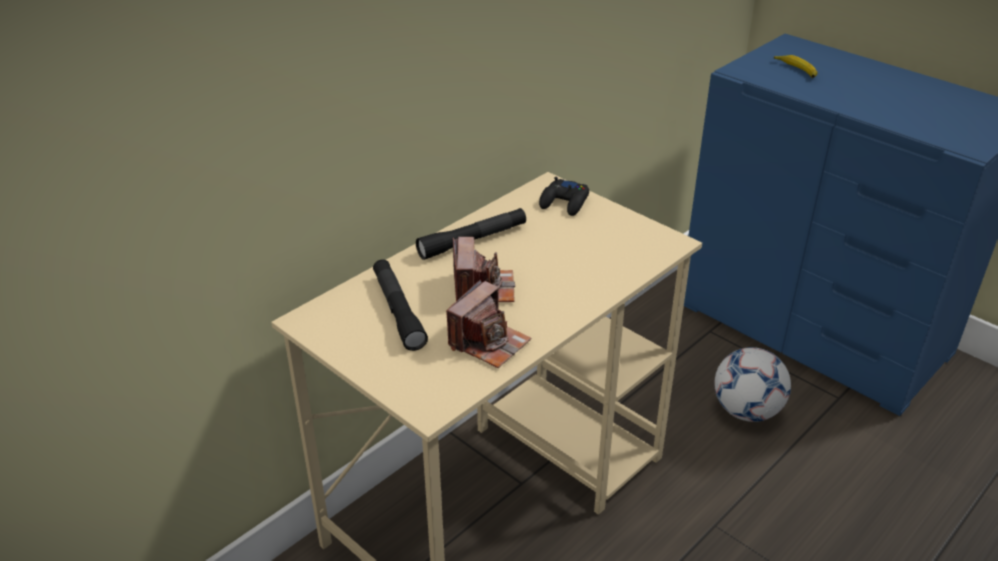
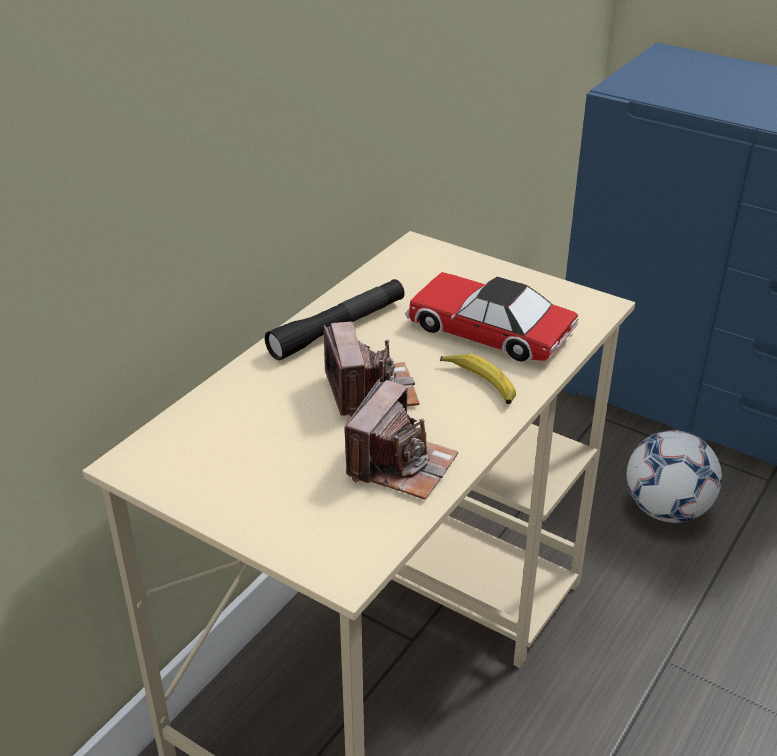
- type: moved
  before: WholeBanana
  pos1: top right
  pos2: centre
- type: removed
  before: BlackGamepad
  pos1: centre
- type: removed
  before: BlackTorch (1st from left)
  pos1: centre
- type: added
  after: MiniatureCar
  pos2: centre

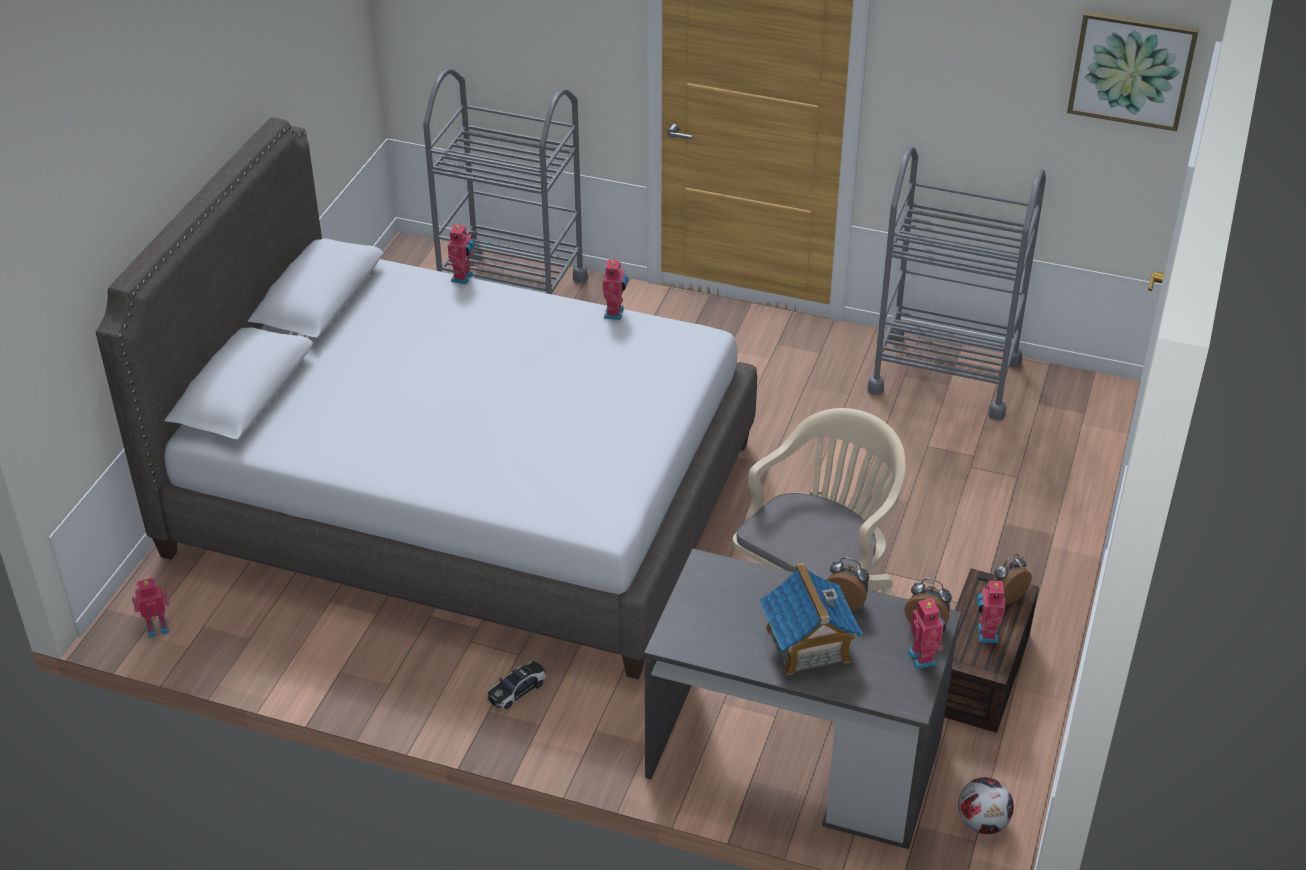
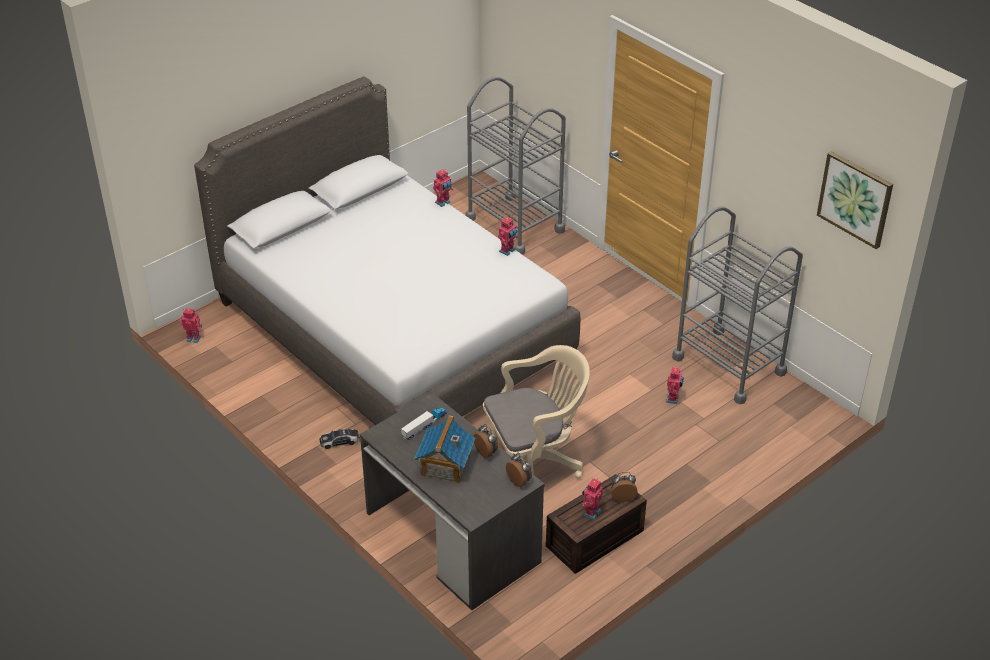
- type: moved
  before: ModelRobot (4th from left in the first image)
  after: ModelRobot (5th from left)
  pos1: bottom right
  pos2: middle right
- type: removed
  before: Football
  pos1: bottom right
- type: added
  after: ToyTruck
  pos2: centre

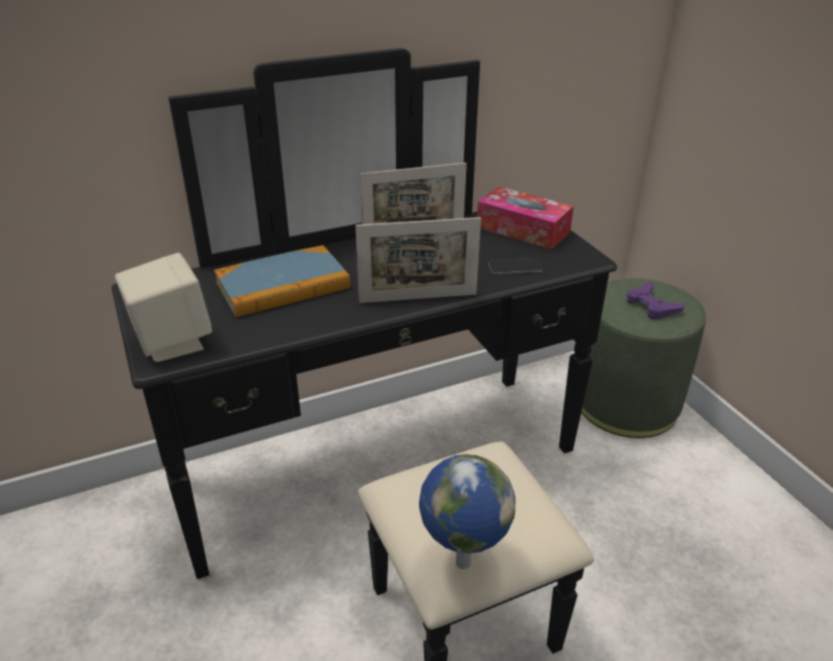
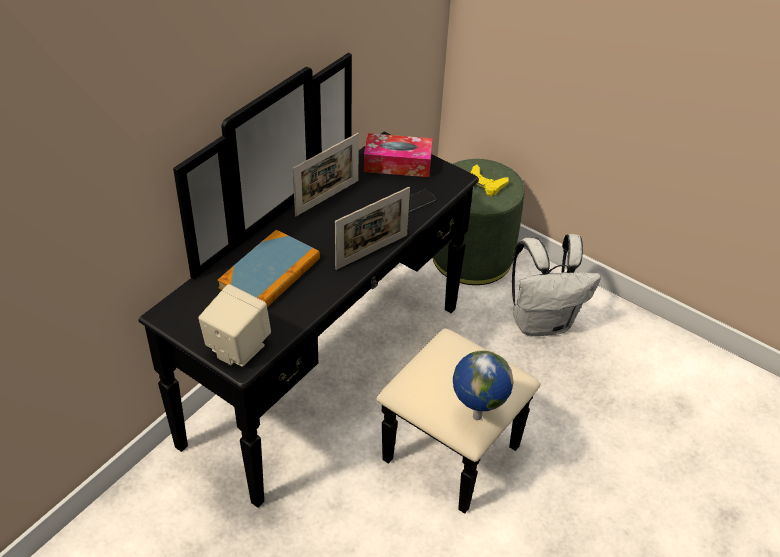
- type: recoloured
  before: PurpleGamepad
  after: YellowishGamepad
  pos1: middle right
  pos2: top centre
- type: added
  after: WhitishKnapsack
  pos2: middle right

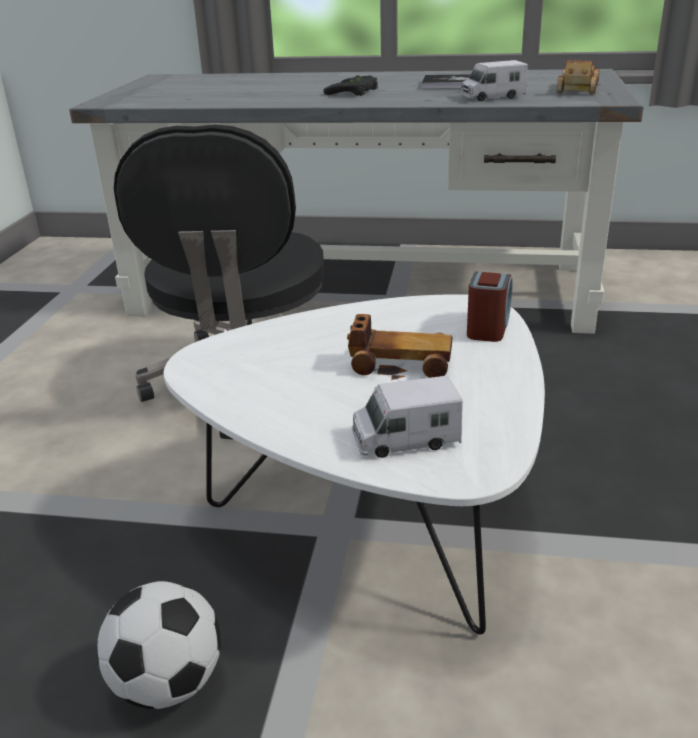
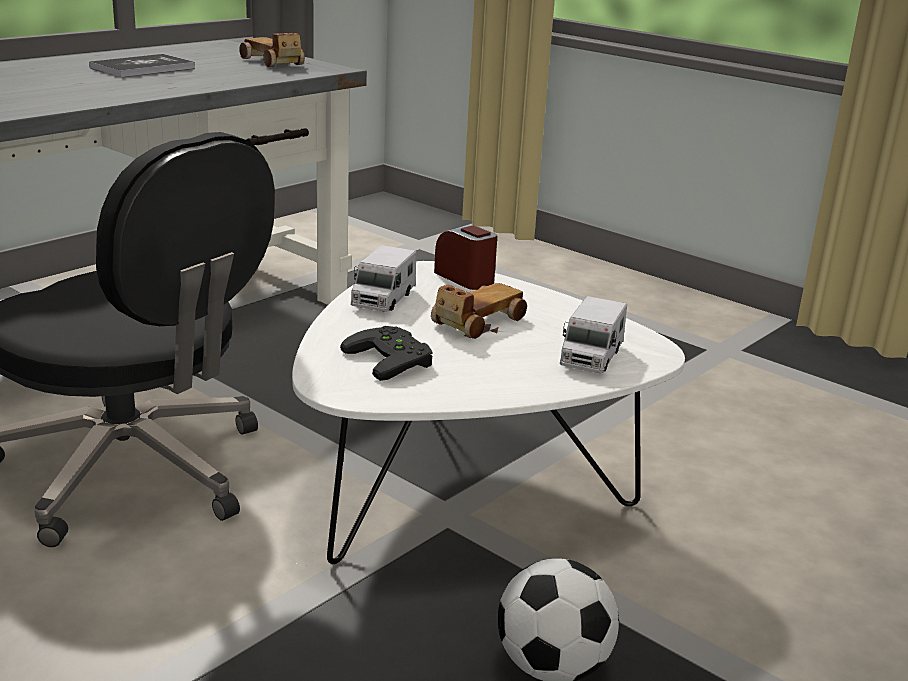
- type: moved
  before: ToyTruck (2nd from left in the first image)
  after: ToyTruck (1st from left)
  pos1: top right
  pos2: centre
- type: moved
  before: BlackGamepad
  pos1: top centre
  pos2: centre

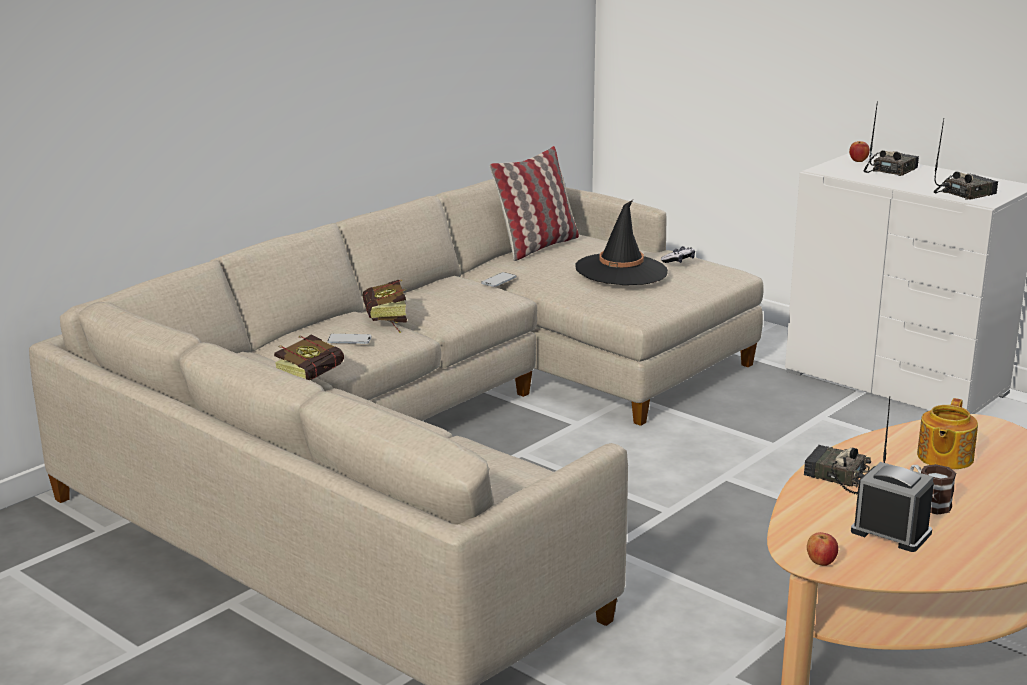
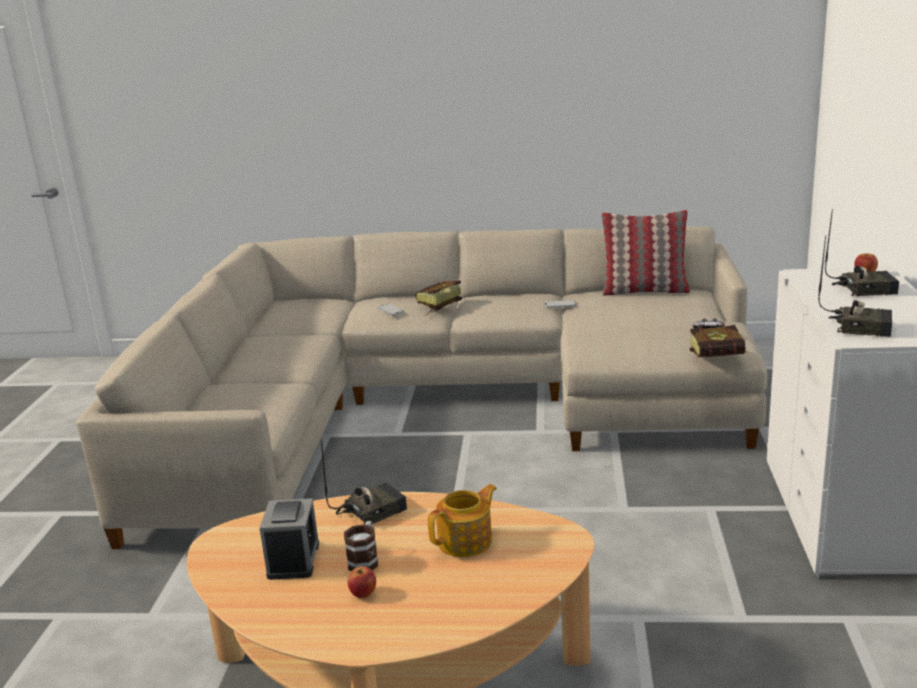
- type: removed
  before: BlackClothingHat
  pos1: centre
- type: moved
  before: Volume (1st from left in the first image)
  after: Volume (2nd from left)
  pos1: middle left
  pos2: middle right
- type: turned
  before: Radio (1st from left)
  pos1: middle right
  pos2: bottom centre
  turn: 60
- type: turned
  before: PotForTea
  pos1: middle right
  pos2: bottom centre
  turn: 150
- type: moved
  before: WholeApple (1st from left)
  pos1: bottom right
  pos2: bottom centre

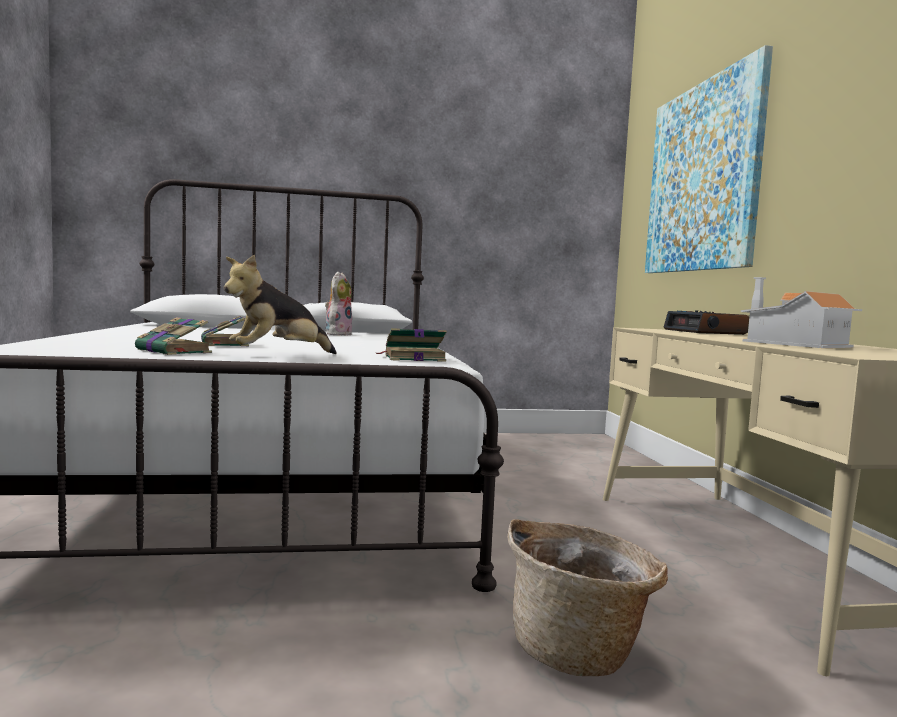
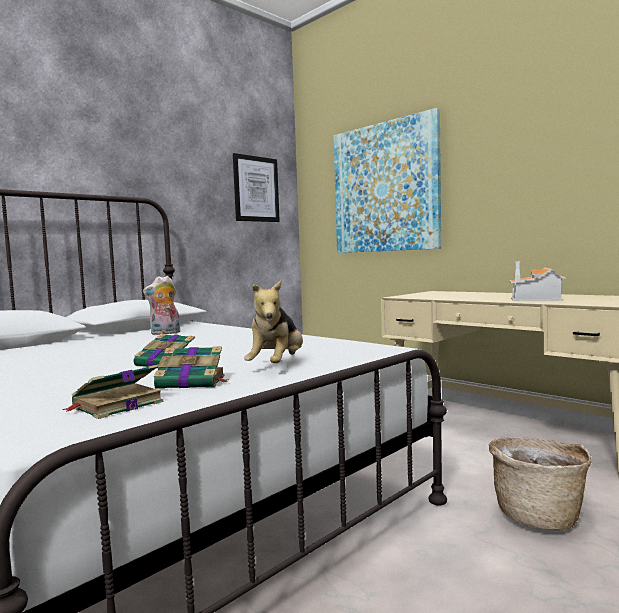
- type: turned
  before: PlushToy (2nd from left in the first image)
  pos1: centre
  pos2: middle left
  turn: -105
- type: removed
  before: AlarmClock
  pos1: middle right
- type: moved
  before: Volume (3rd from left in the first image)
  after: Volume (1st from left)
  pos1: centre
  pos2: middle left
- type: added
  after: Picture (1st from left)
  pos2: top centre

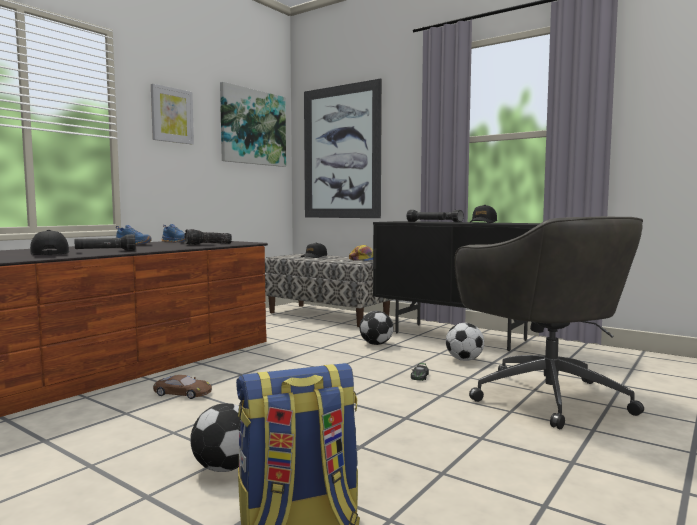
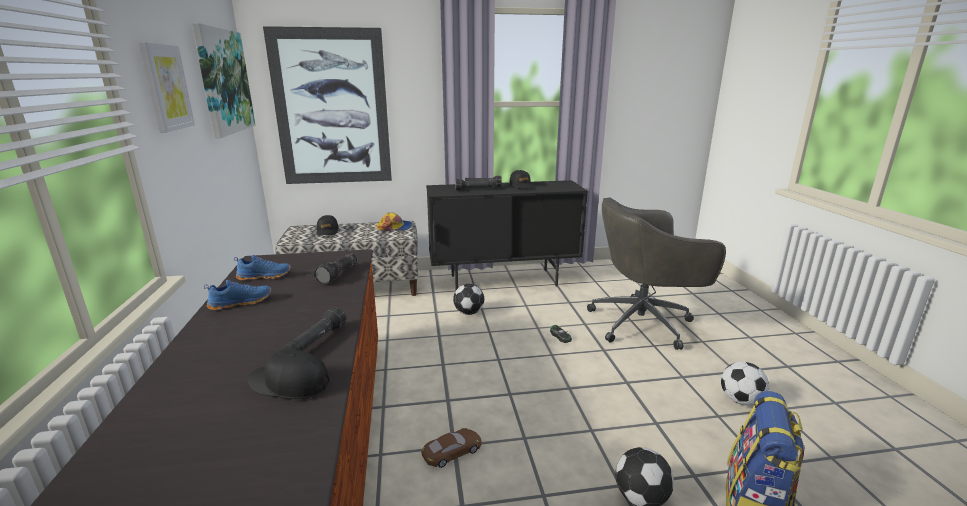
- type: turned
  before: GreyDeskChair
  pos1: middle right
  pos2: middle right
  turn: 150
- type: moved
  before: Football (3rd from left)
  pos1: middle right
  pos2: bottom right

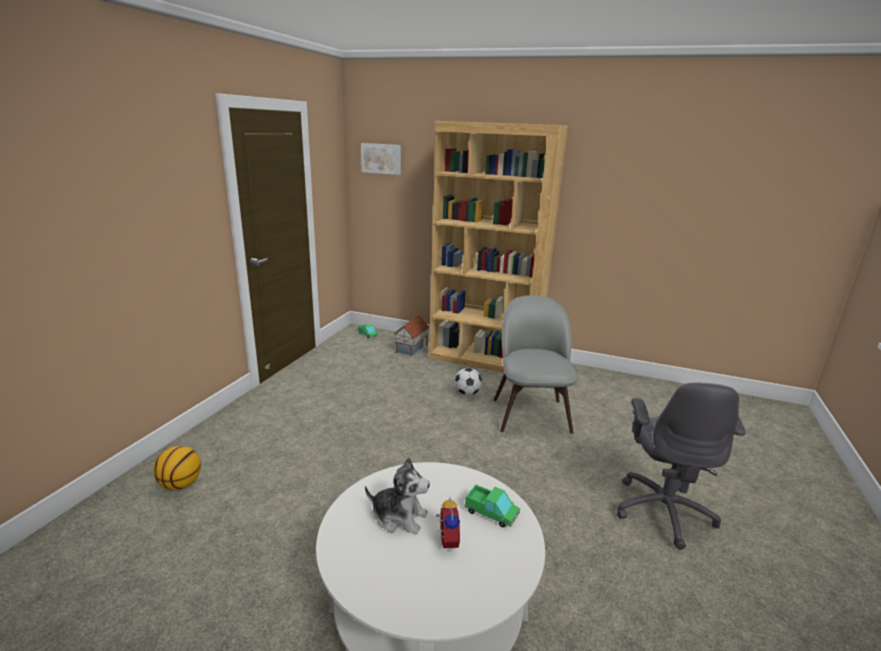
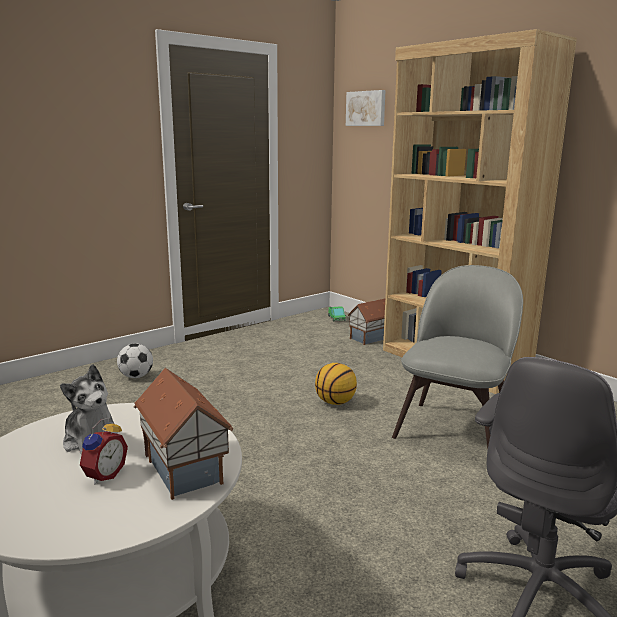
- type: moved
  before: Football
  pos1: centre
  pos2: middle left
- type: moved
  before: Basketball
  pos1: bottom left
  pos2: centre
- type: replaced
  before: ToyTruck (2nd from left)
  after: ToyHouse (1st from left)
  pos1: bottom centre
  pos2: bottom left

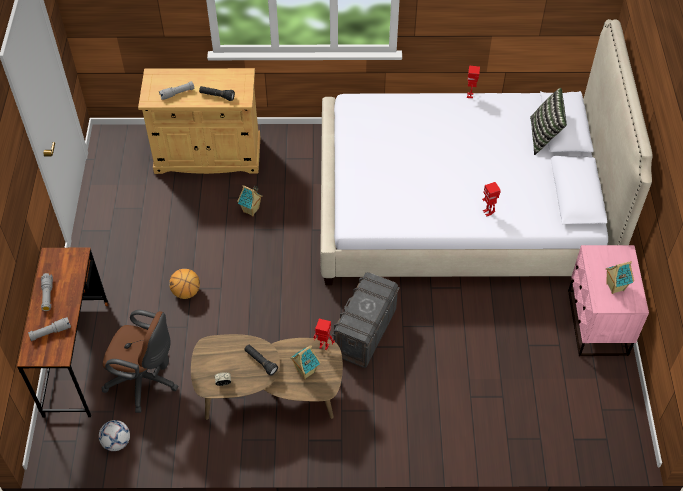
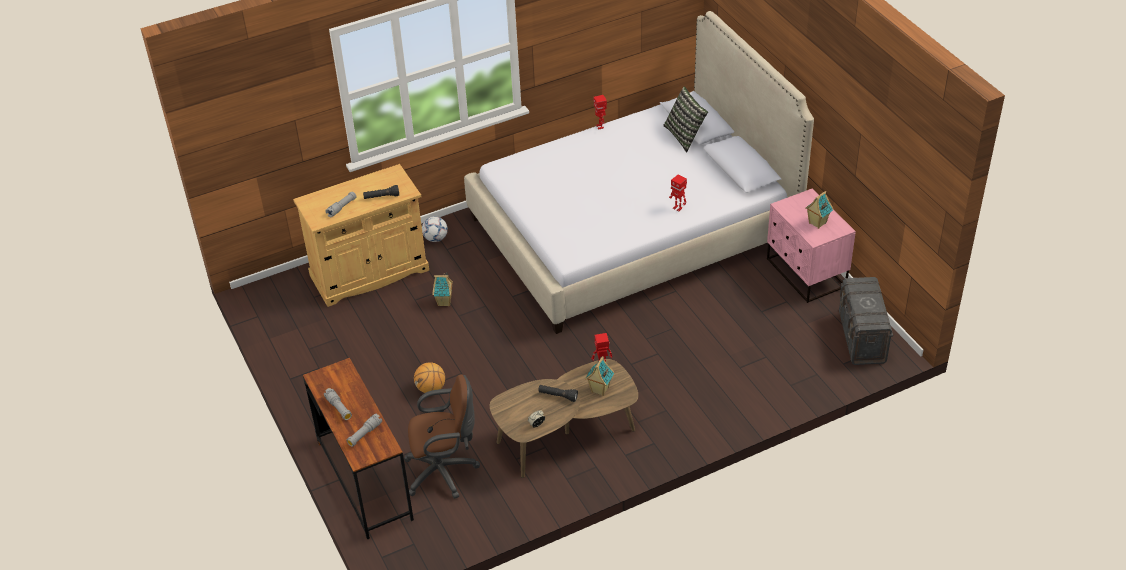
- type: moved
  before: GreyStorageContainer
  pos1: centre
  pos2: middle right
- type: moved
  before: Football
  pos1: bottom left
  pos2: centre

